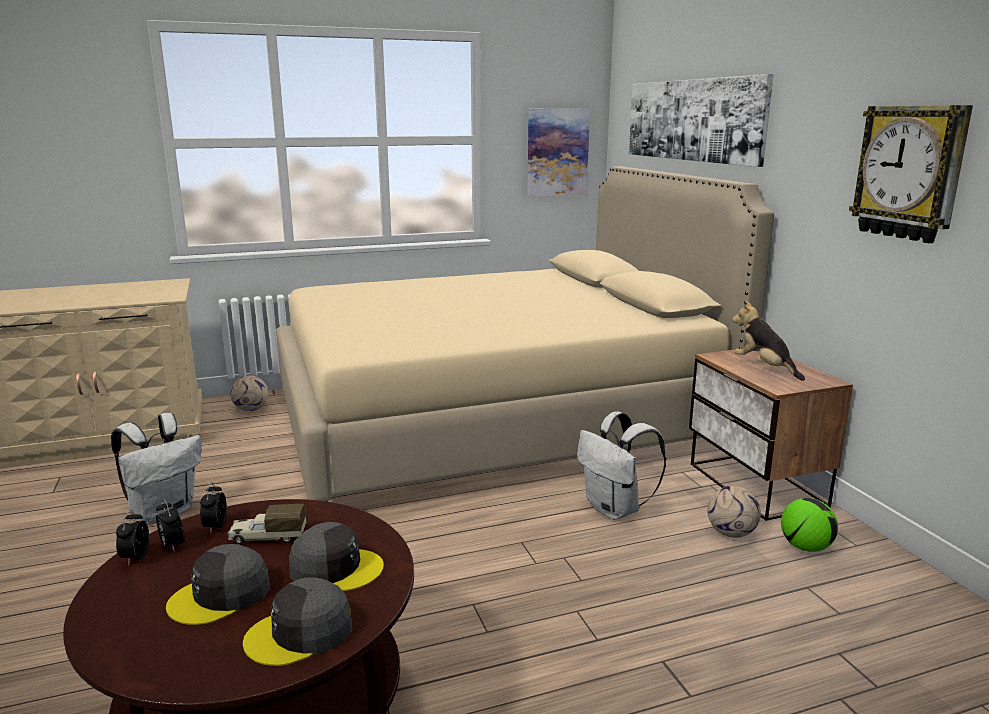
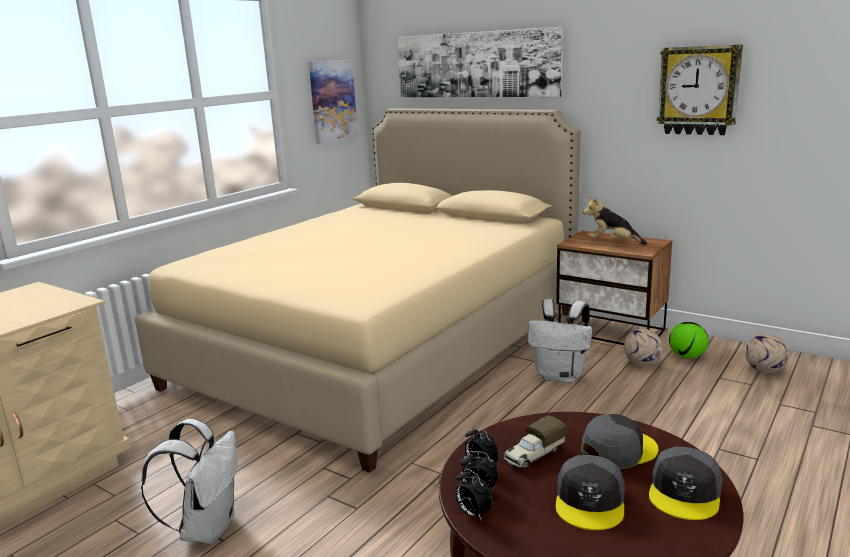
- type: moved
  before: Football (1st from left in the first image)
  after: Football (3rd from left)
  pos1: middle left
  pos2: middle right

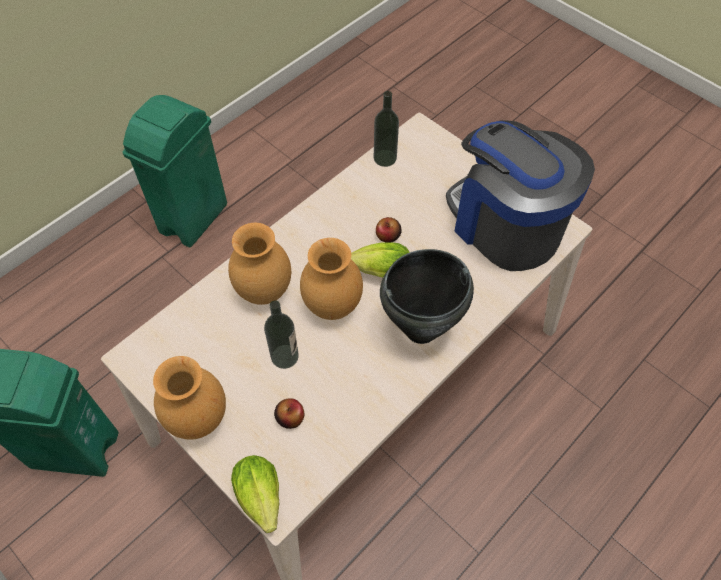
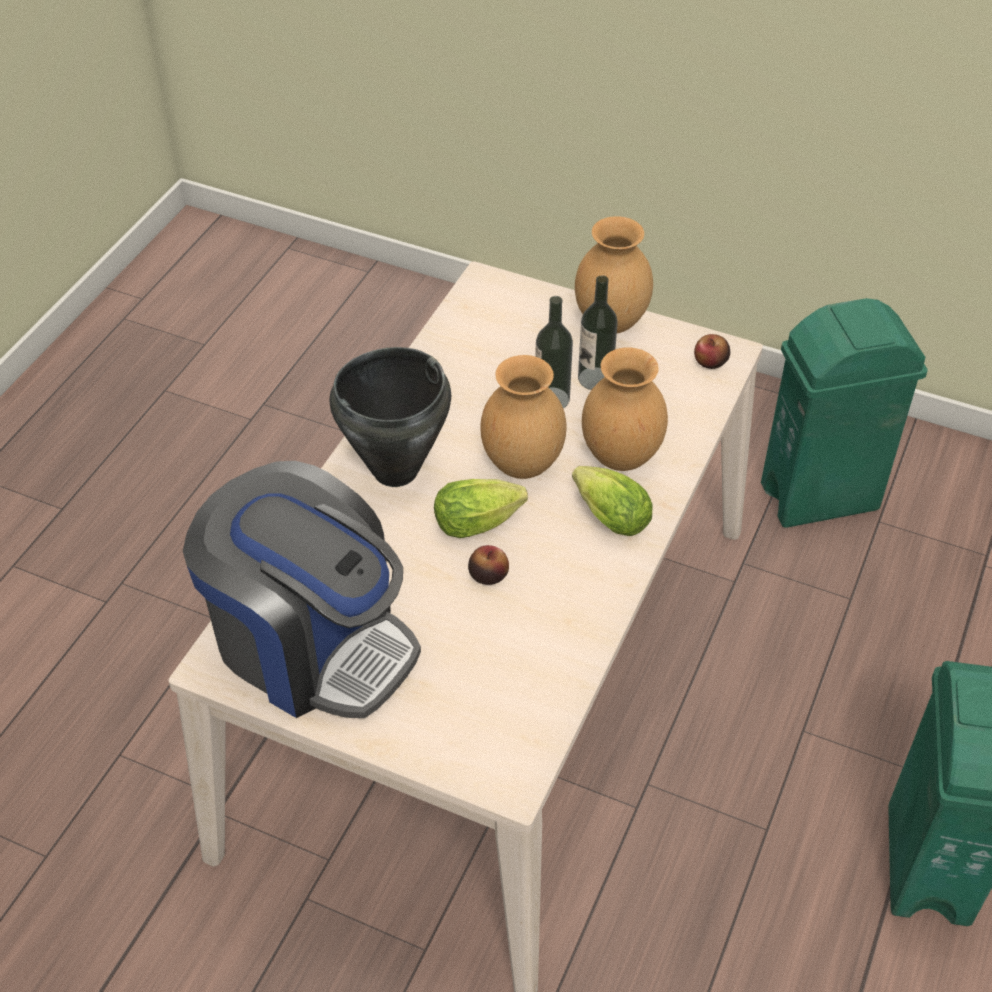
- type: moved
  before: BeverageBottle (2nd from left)
  pos1: top centre
  pos2: centre
- type: moved
  before: WholeApple (1st from left in the first image)
  after: WholeApple (2nd from left)
  pos1: bottom centre
  pos2: middle right
- type: moved
  before: HeadOfLettuce (1st from left in the first image)
  after: HeadOfLettuce (2nd from left)
  pos1: bottom centre
  pos2: centre

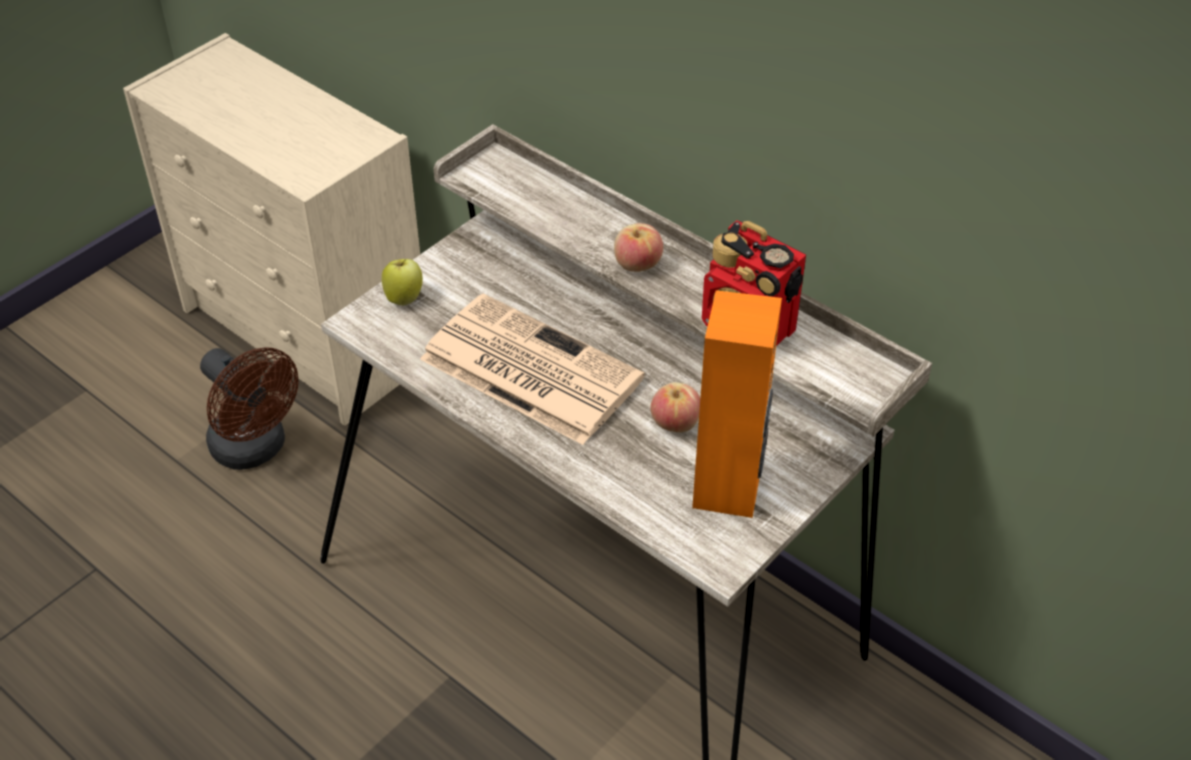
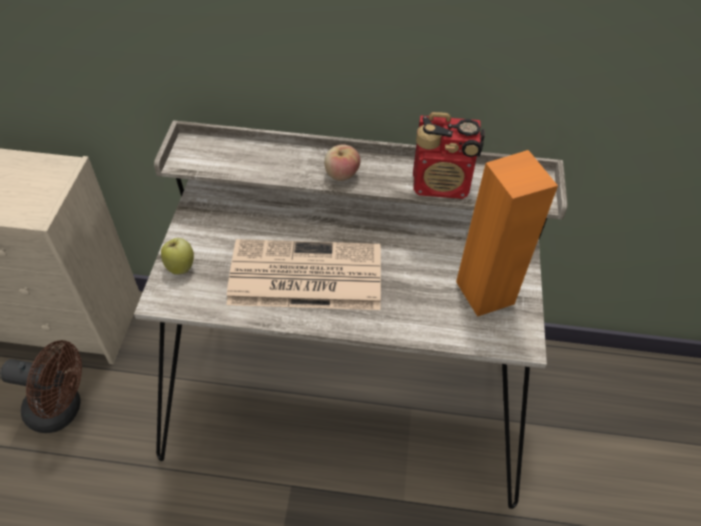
- type: removed
  before: WholeApple (3rd from left)
  pos1: centre

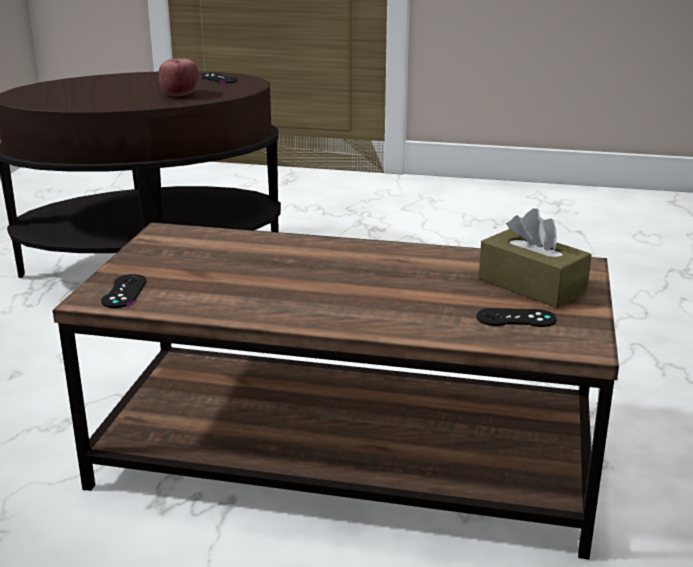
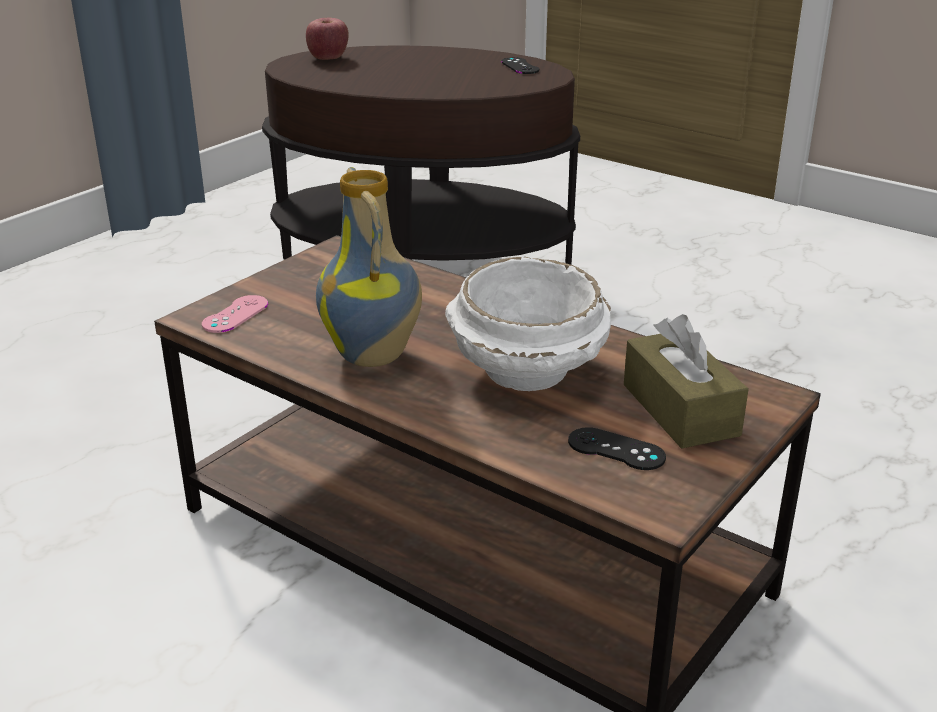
- type: moved
  before: WholeApple
  pos1: top left
  pos2: top centre
- type: recoloured
  before: BlackGamepad (1st from left)
  after: PinkColouredGamepad
  pos1: middle left
  pos2: middle left
- type: added
  after: FlowerVase
  pos2: centre
- type: added
  after: WhitishServingBowl
  pos2: centre

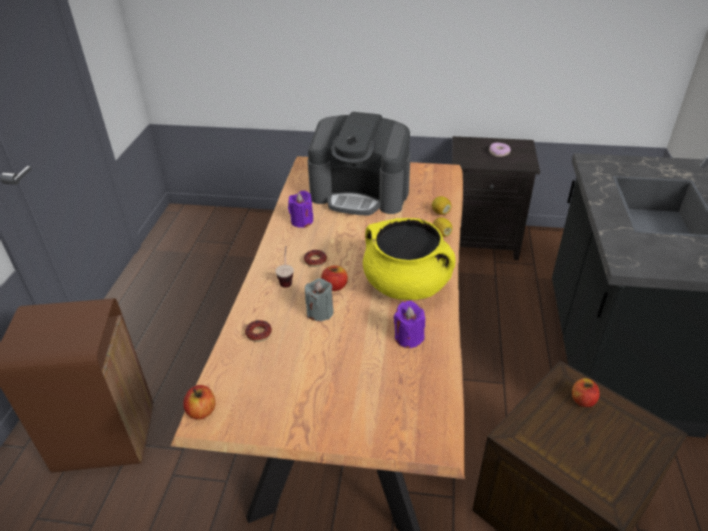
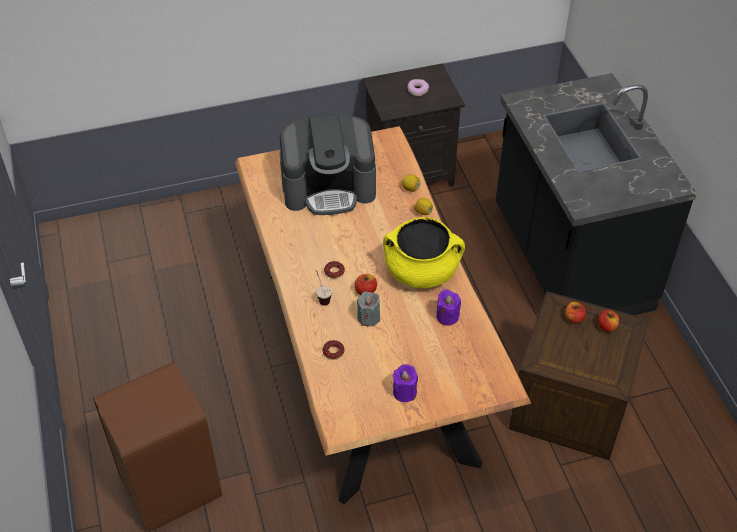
- type: moved
  before: PurpleWaxCandle (1st from left)
  pos1: centre
  pos2: bottom centre
- type: moved
  before: WholeApple (1st from left in the first image)
  after: WholeApple (3rd from left)
  pos1: bottom left
  pos2: middle right

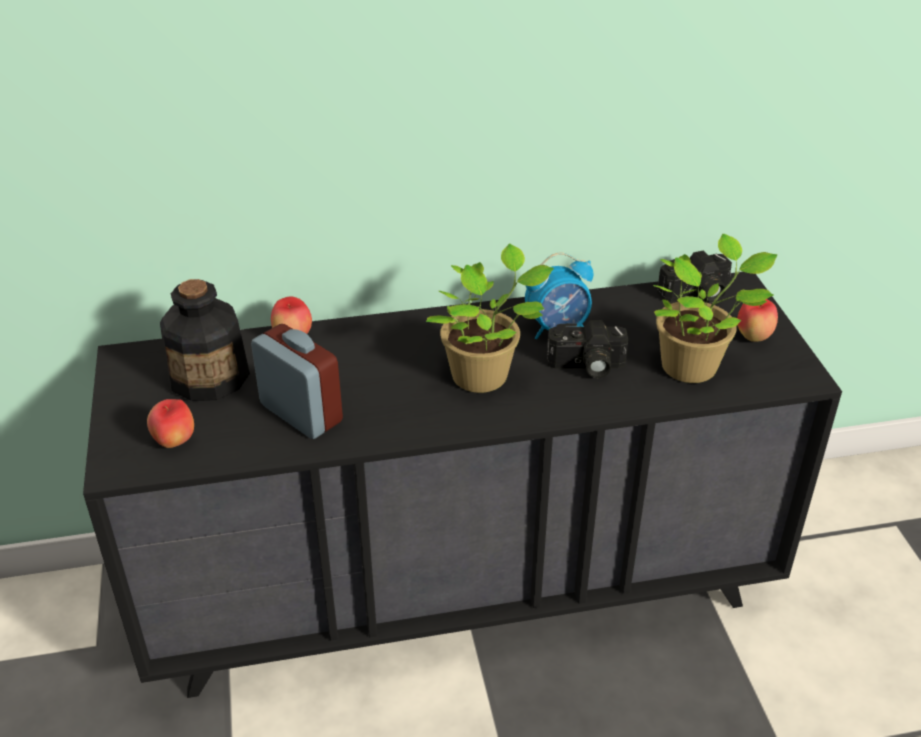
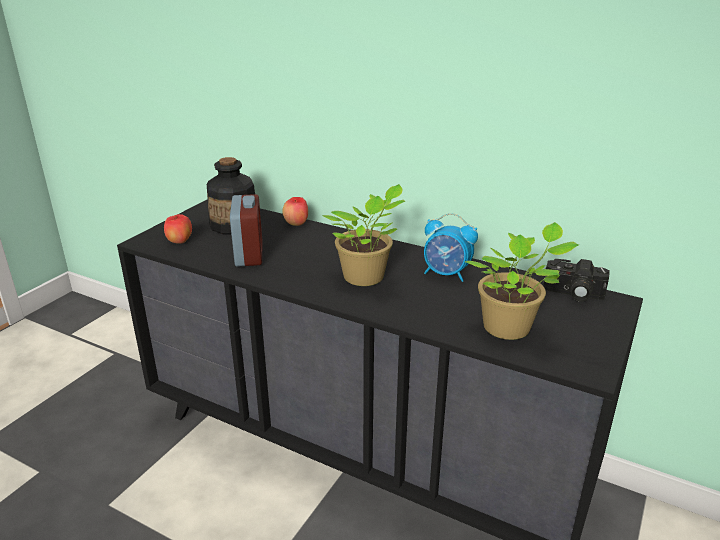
- type: removed
  before: WholeApple (3rd from left)
  pos1: middle right
- type: removed
  before: PhotoCamera (1st from left)
  pos1: centre

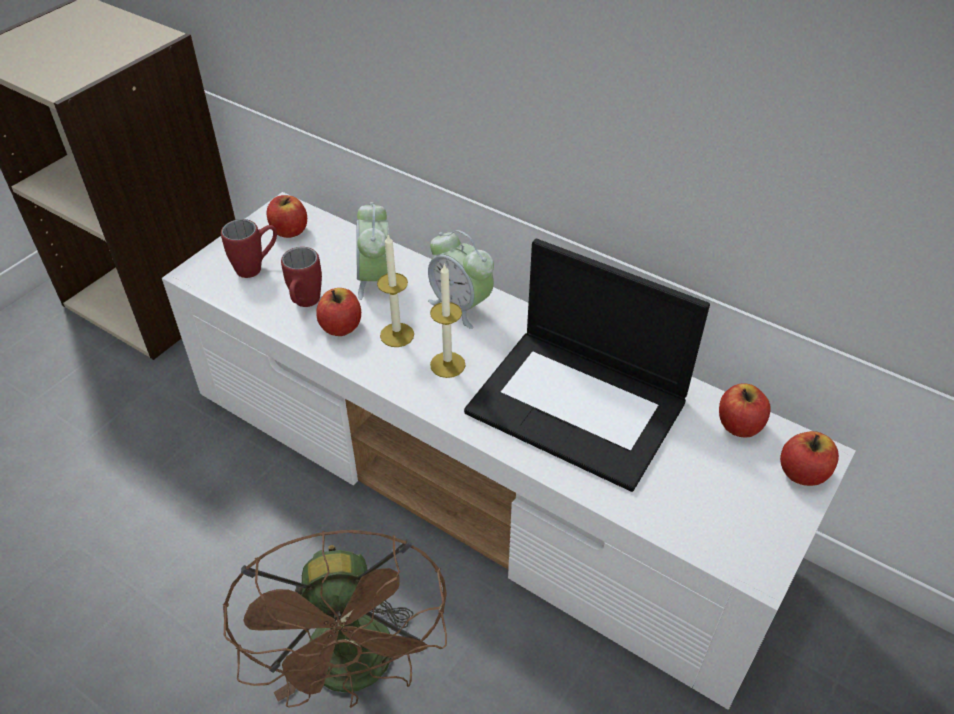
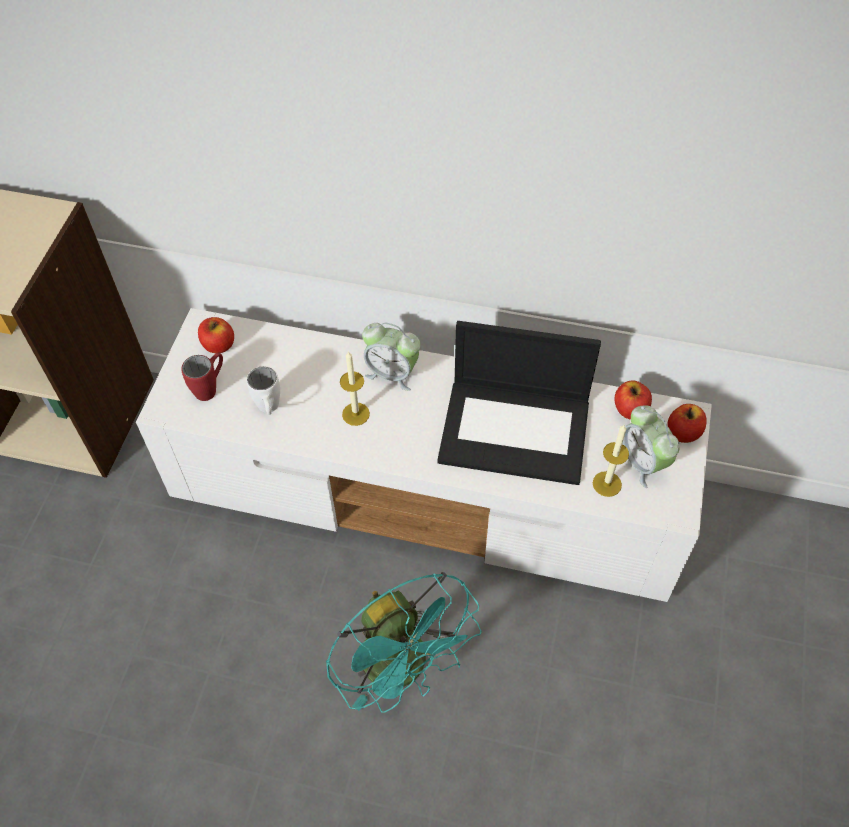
- type: moved
  before: AlarmClock (1st from left in the first image)
  after: AlarmClock (2nd from left)
  pos1: centre
  pos2: middle right
- type: recoloured
  before: RedColouredMug (2nd from left)
  after: WhitishMug
  pos1: middle left
  pos2: middle left
- type: moved
  before: WaxCandle (2nd from left)
  pos1: centre
  pos2: middle right
- type: removed
  before: WholeApple (2nd from left)
  pos1: centre
- type: recoloured
  before: BrownColouredCoolingFan
  after: BlueGreenCoolingFan
  pos1: bottom centre
  pos2: bottom centre

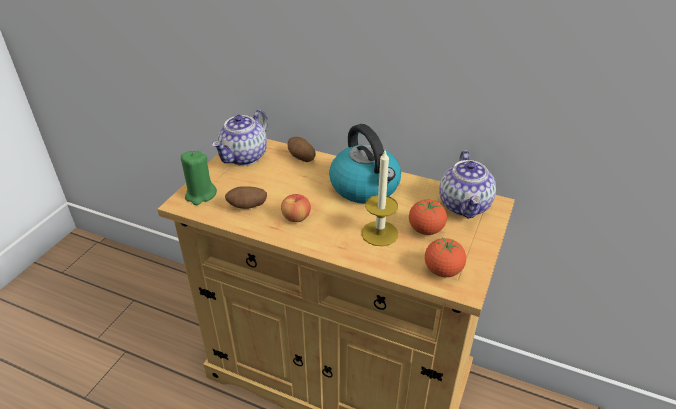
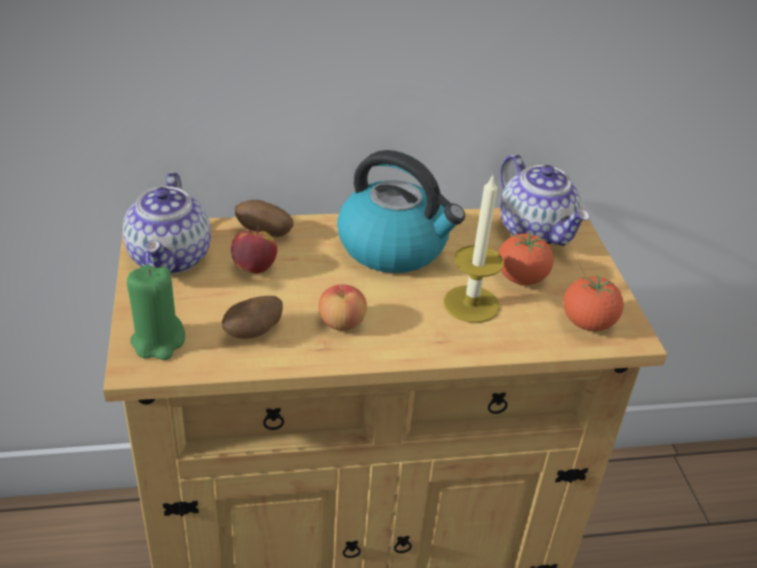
- type: added
  after: WholeApple (1st from left)
  pos2: centre

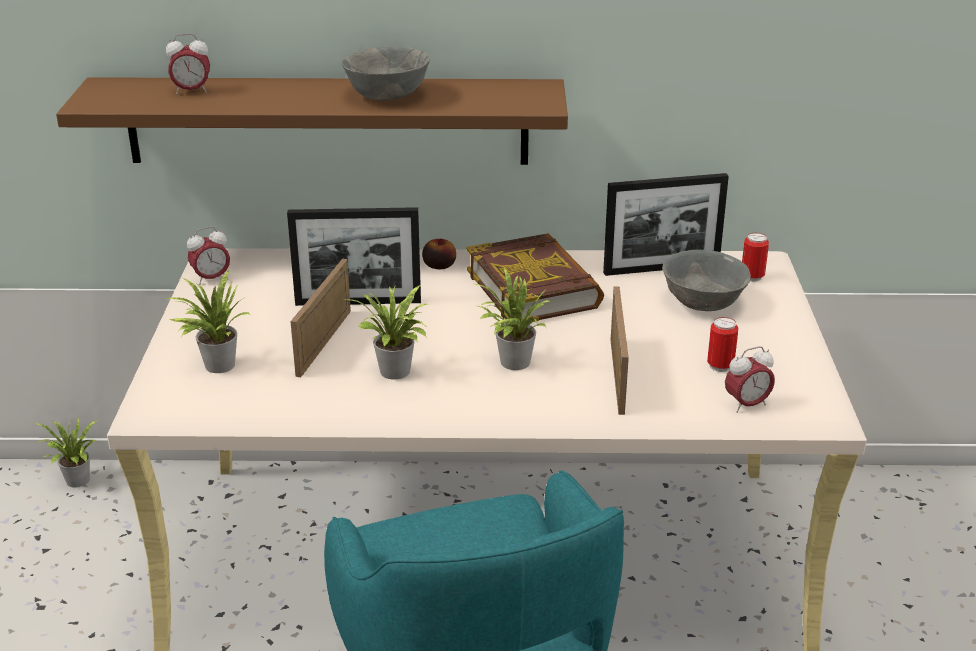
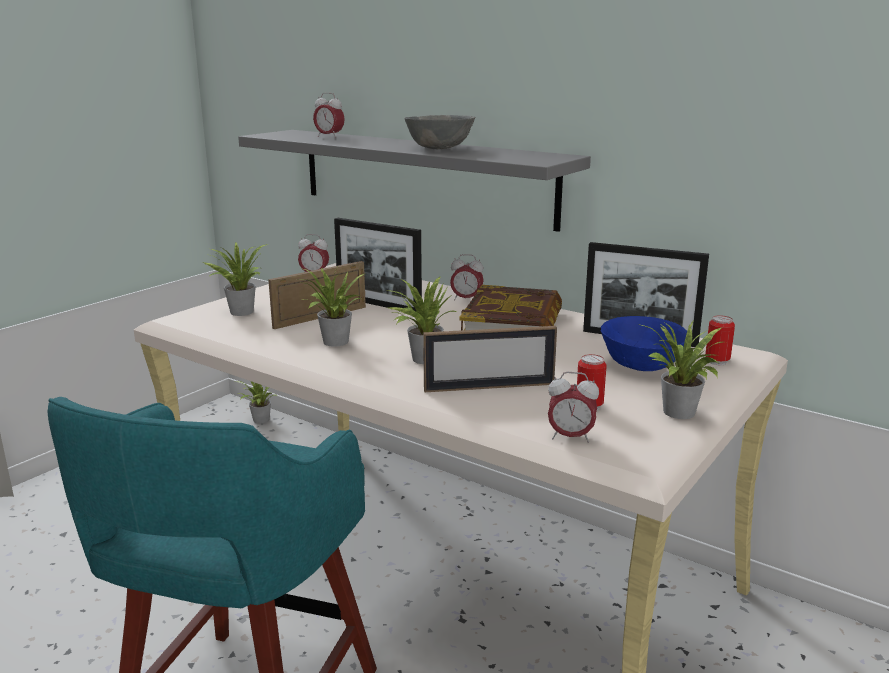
- type: recoloured
  before: BrownColouredBracketShelf
  after: GreyBracketShelf
  pos1: top left
  pos2: top centre
- type: replaced
  before: WholeApple
  after: AlarmClock (3rd from left)
  pos1: centre
  pos2: centre
- type: recoloured
  before: GreyServingBowl (2nd from left)
  after: BlueColouredServingBowl
  pos1: middle right
  pos2: middle right
- type: turned
  before: StandingFrame (3rd from left)
  pos1: centre
  pos2: centre
  turn: 45
- type: added
  after: PottedPlant (5th from left)
  pos2: middle right

